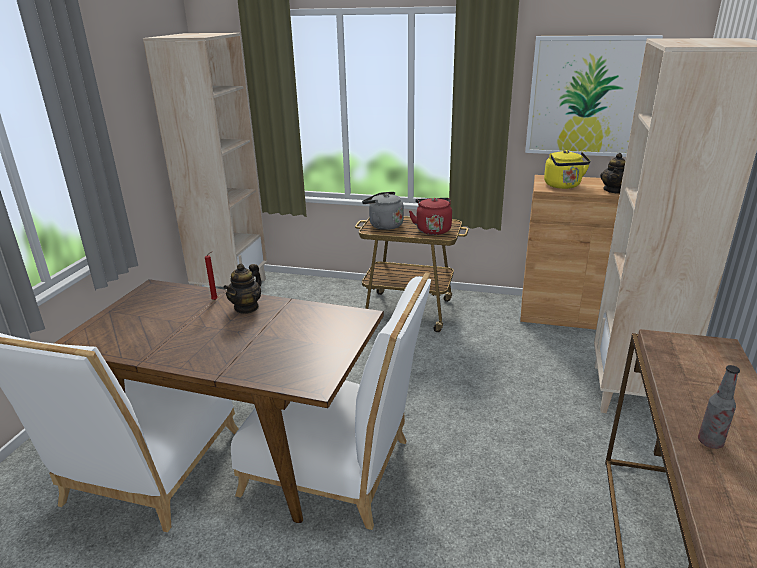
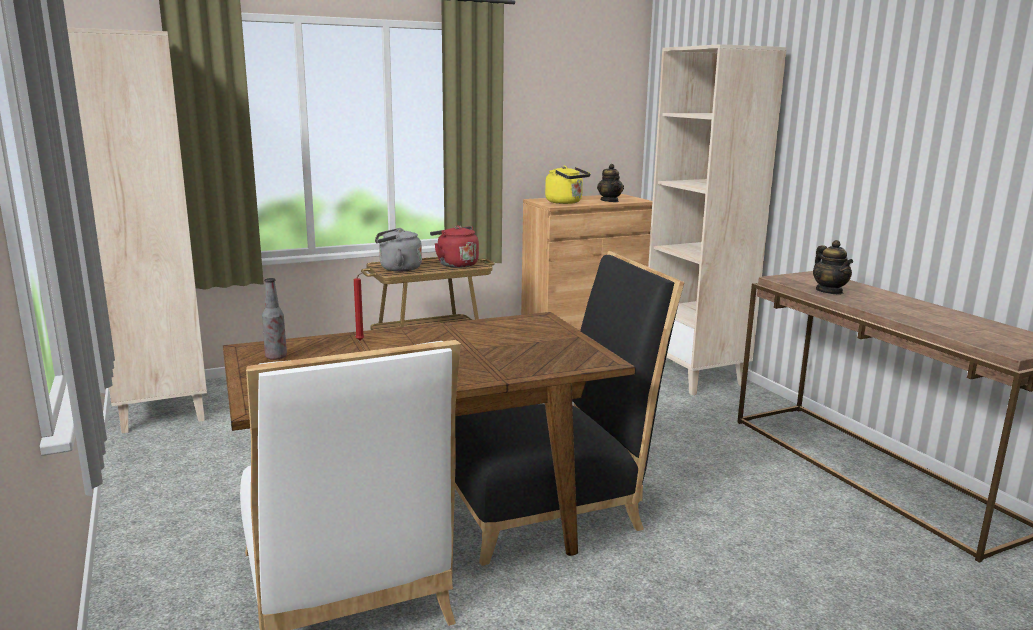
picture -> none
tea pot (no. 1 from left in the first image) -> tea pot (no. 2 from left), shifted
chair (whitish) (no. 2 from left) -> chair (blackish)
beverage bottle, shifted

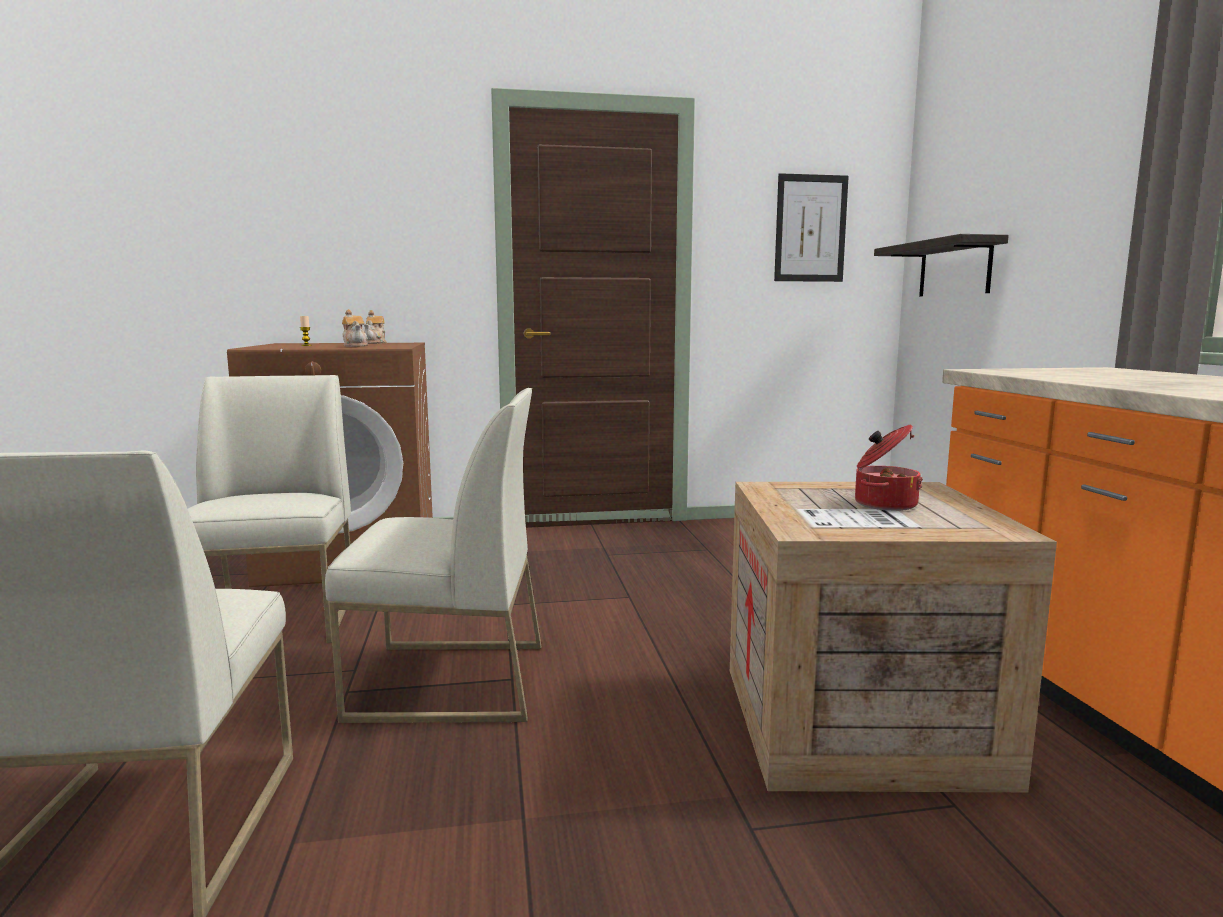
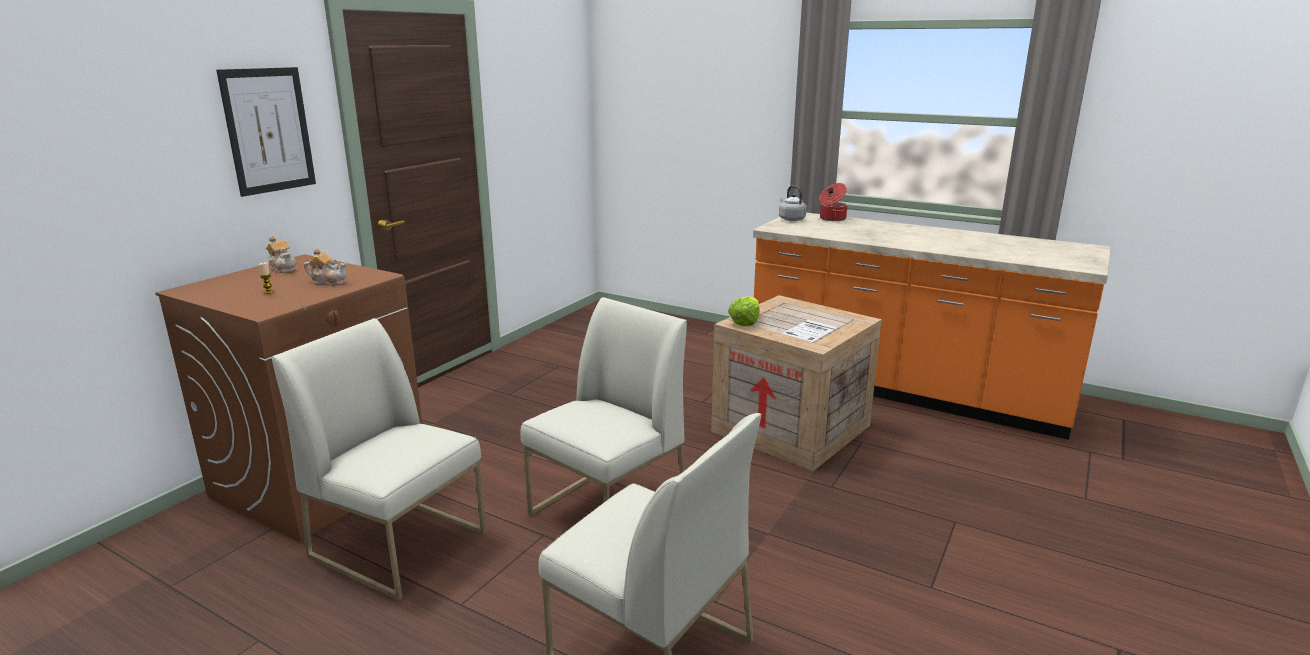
picture, shifted
bracket shelf -> none
cooking pot, shifted
none -> kettle (grey)
none -> head of lettuce

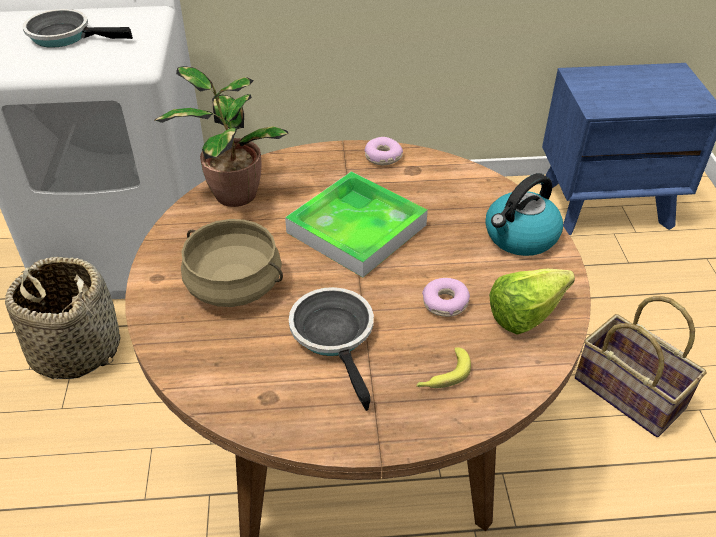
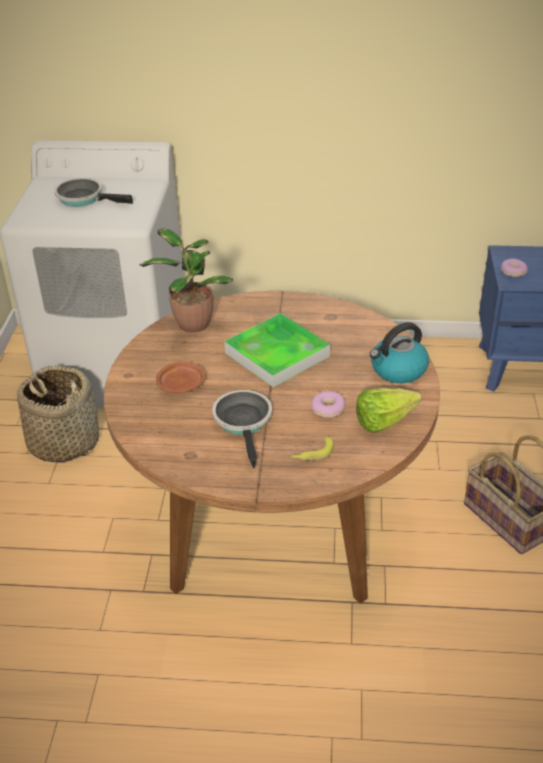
ring doughnut (no. 1 from left in the first image) -> ring doughnut (no. 2 from left), shifted
cooking pot (sand-coloured) -> flat dish (brownish)

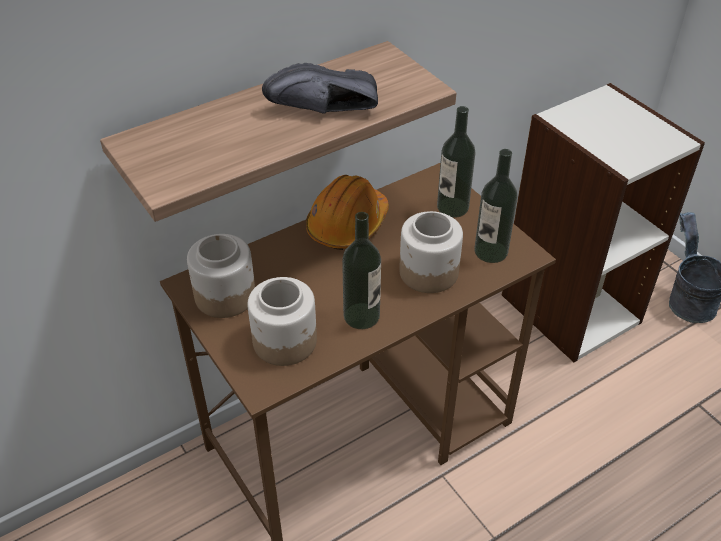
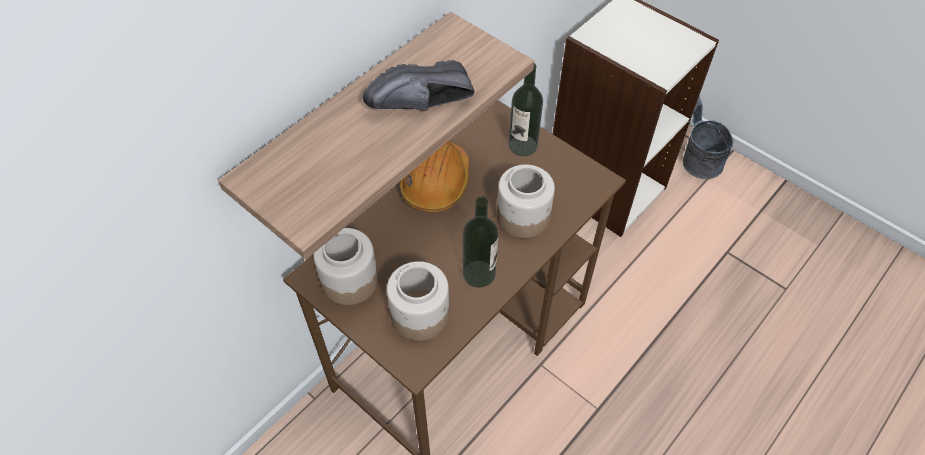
beverage bottle (no. 3 from left) -> none

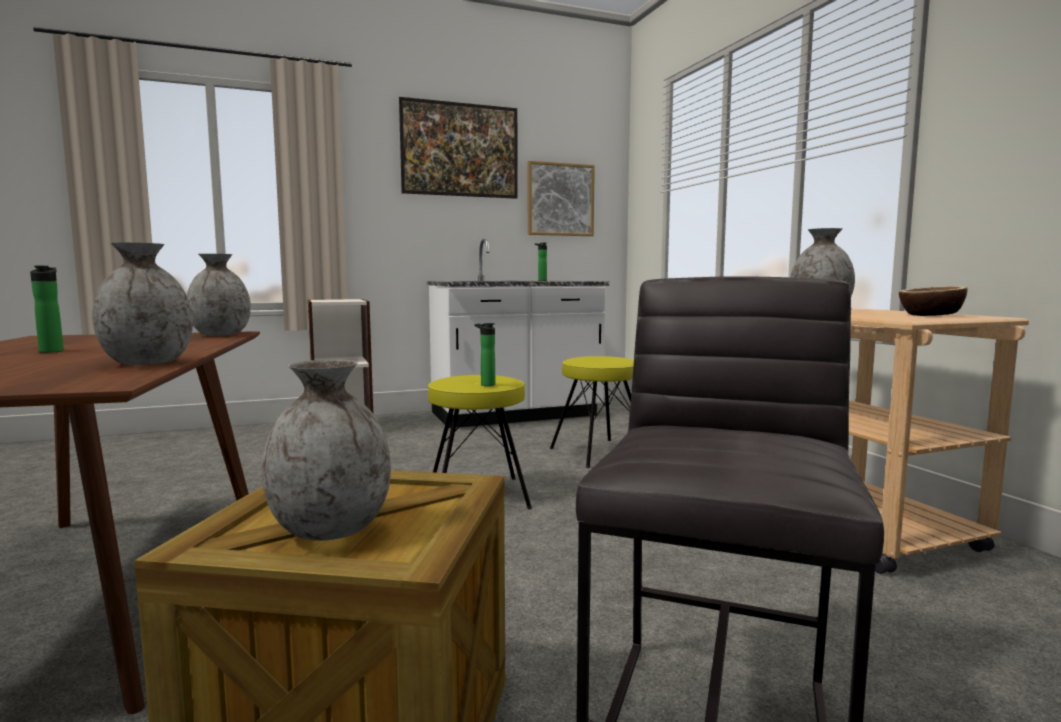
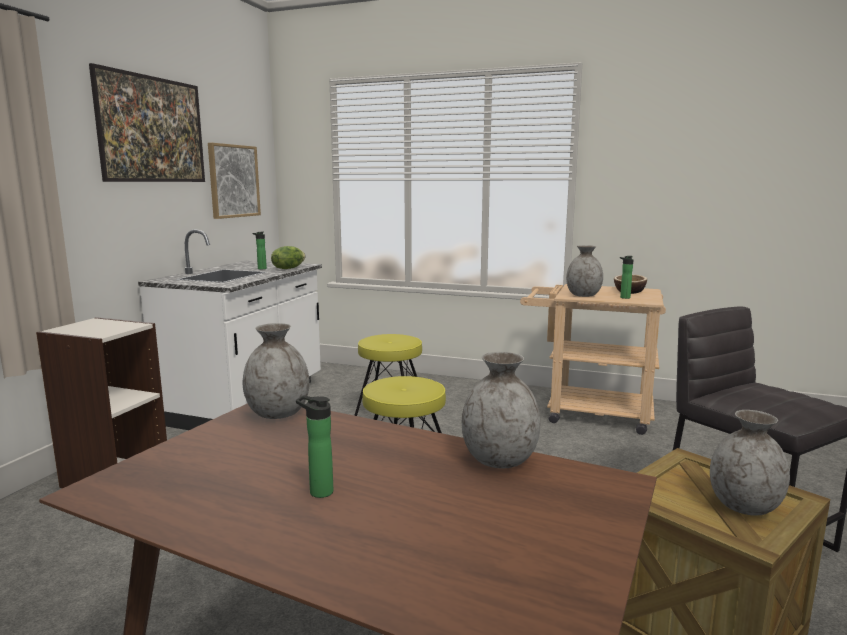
beverage bottle (no. 2 from left in the first image) -> beverage bottle (no. 3 from left), shifted
none -> head of lettuce

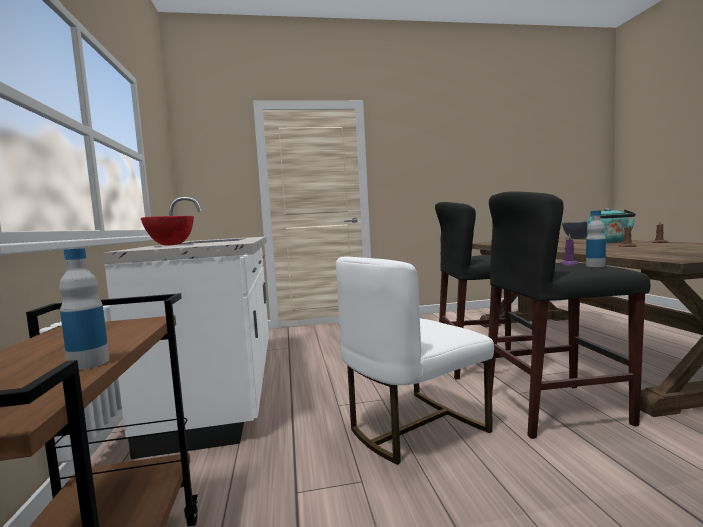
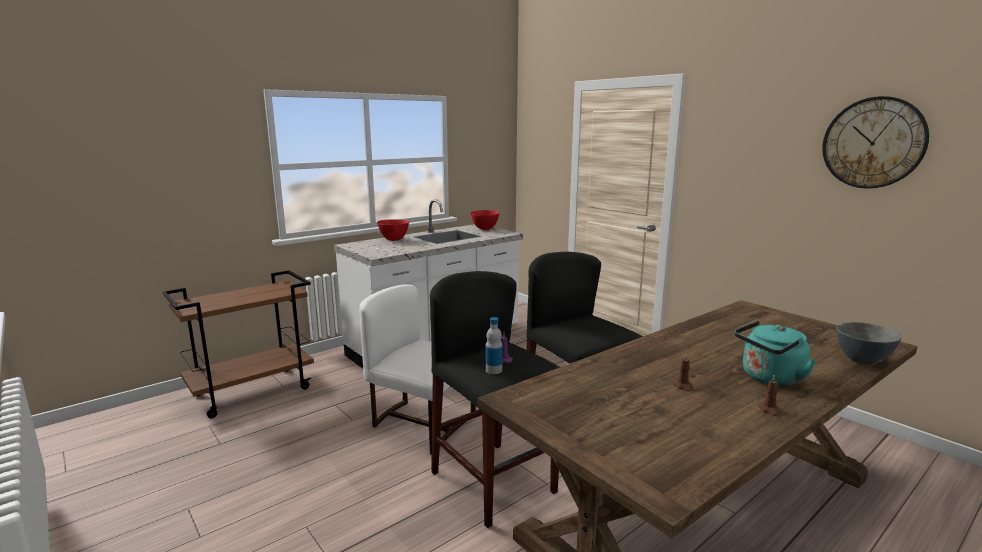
beverage bottle (no. 1 from left) -> none
none -> wall clock
none -> bowl (reddish) (no. 2 from left)

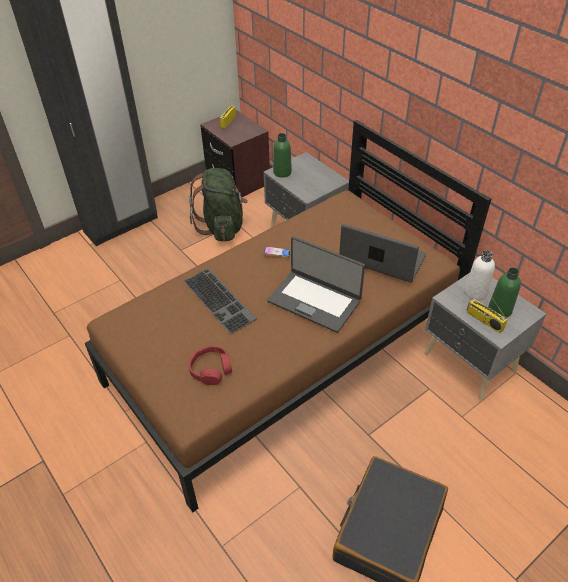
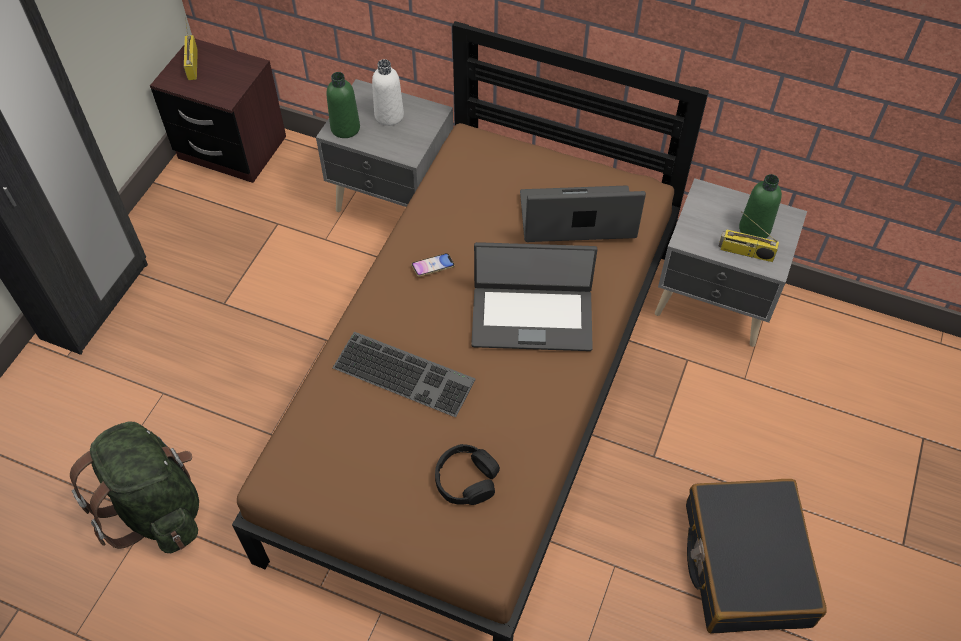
backpack (green-coloured), shifted
beverage bottle (whitish), shifted
pair of headphones (reddish) -> pair of headphones (blackish)

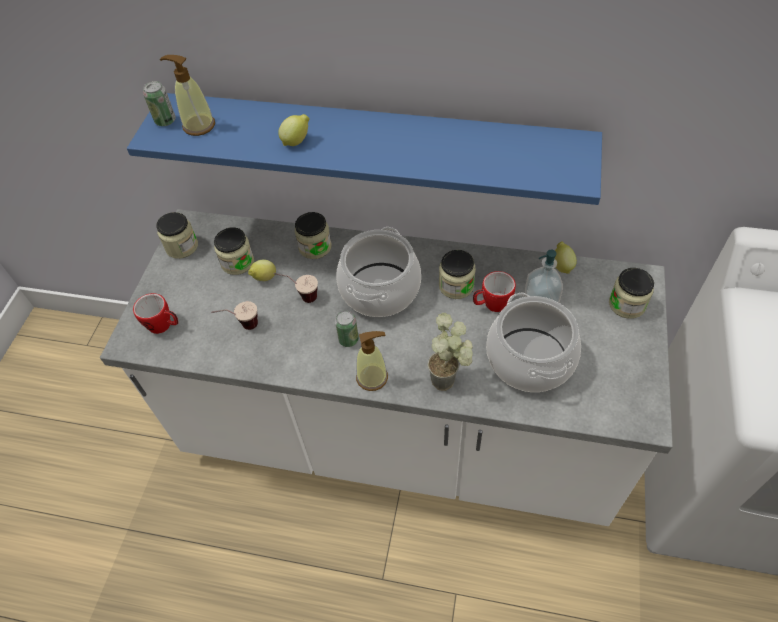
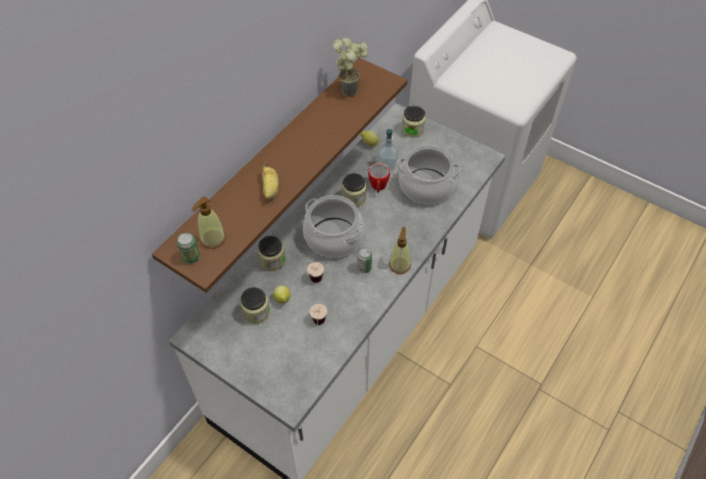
bracket shelf (blue-coloured) -> bracket shelf (brownish)
citrus fruit (no. 2 from left) -> banana fruit
storage jar (no. 1 from left) -> none
mug (no. 1 from left) -> none
houseplant, shifted

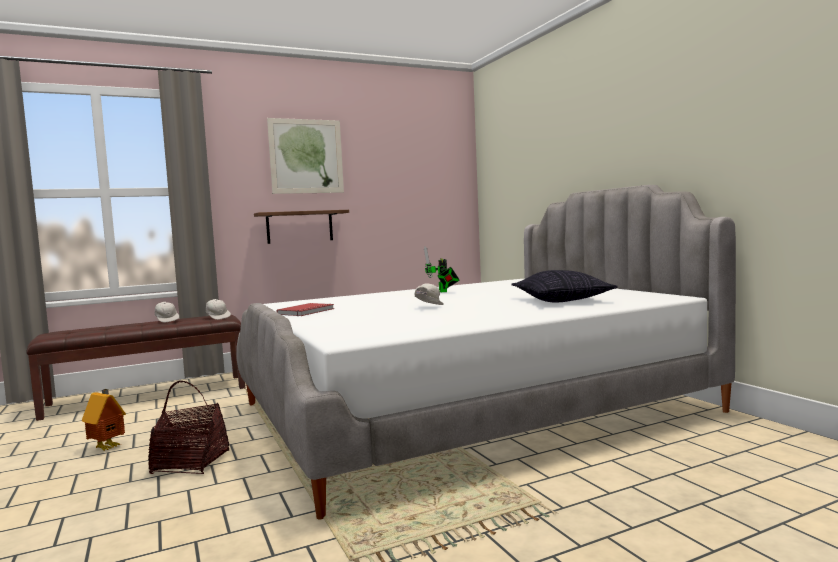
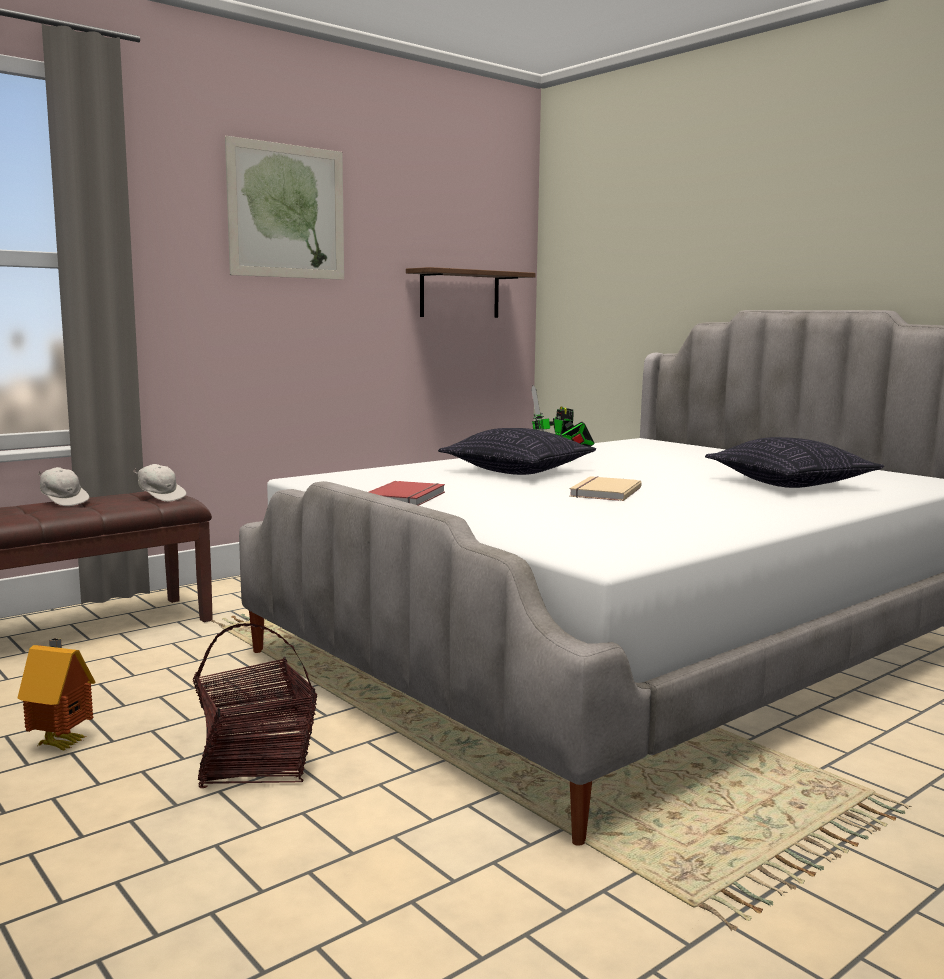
bracket shelf, shifted
cap (whitish) (no. 3 from left) -> volume (sand-coloured)
none -> throw pillow (no. 1 from left)

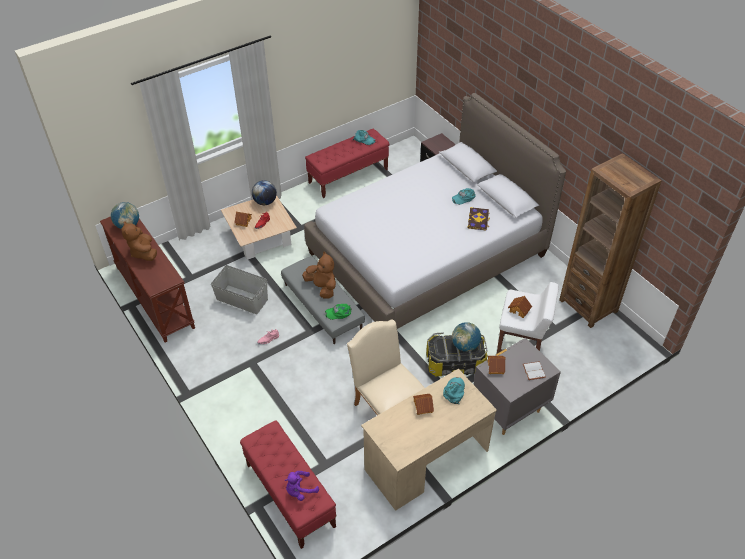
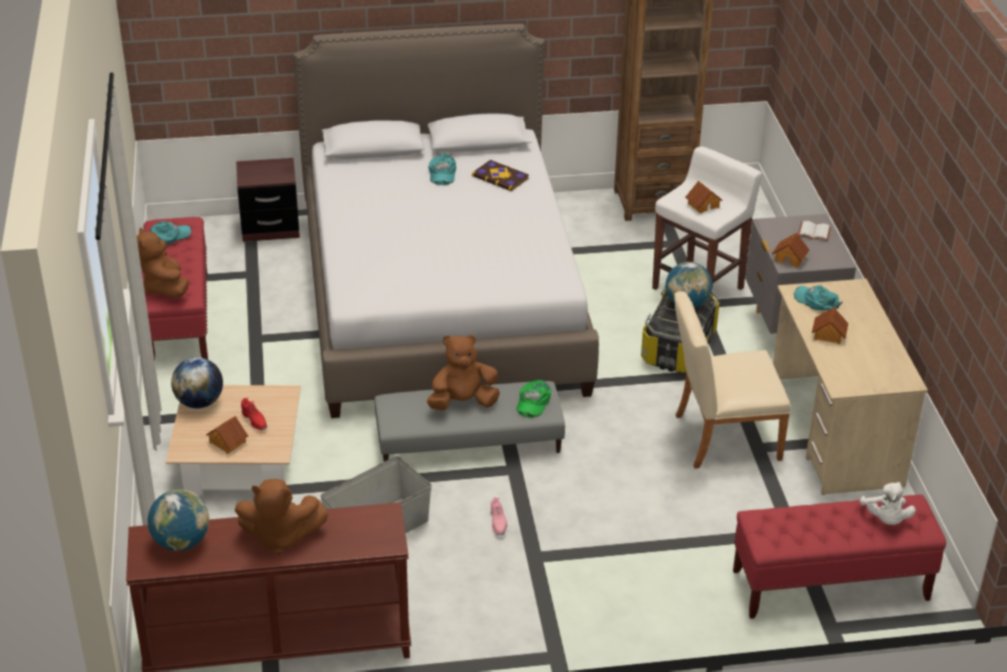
soft toy (purple) -> soft toy (whitish)
none -> soft toy (brownish) (no. 1 from left)

